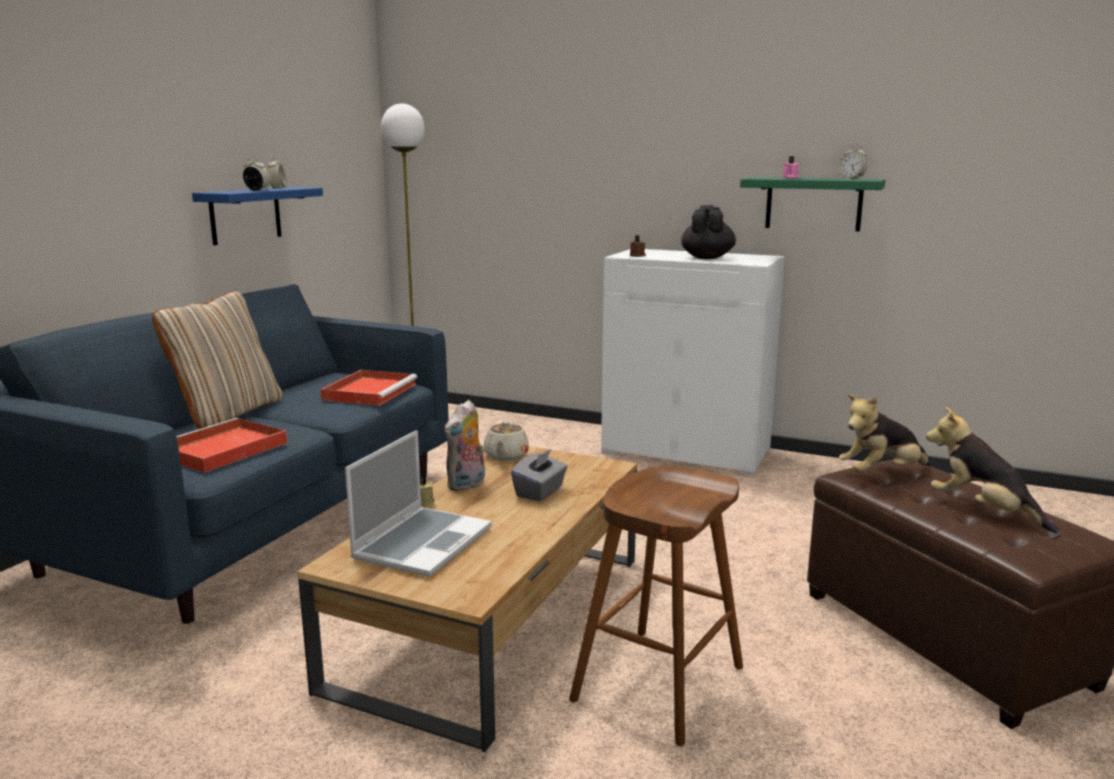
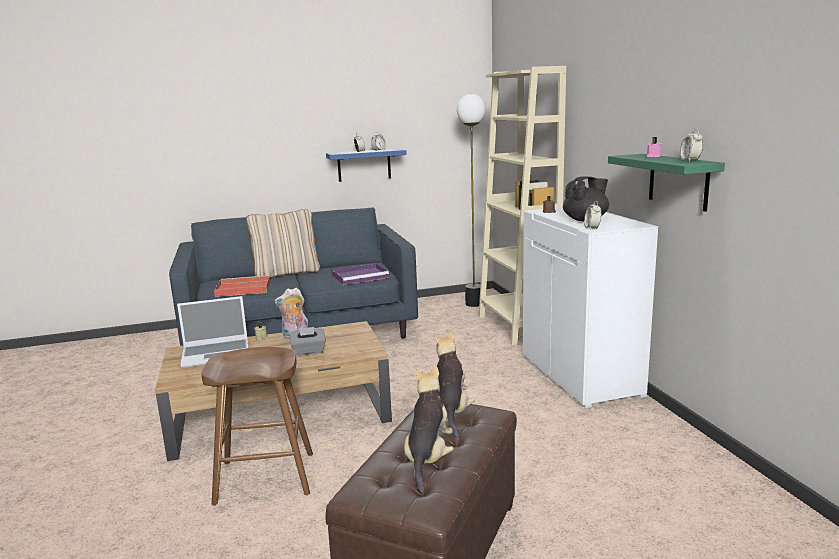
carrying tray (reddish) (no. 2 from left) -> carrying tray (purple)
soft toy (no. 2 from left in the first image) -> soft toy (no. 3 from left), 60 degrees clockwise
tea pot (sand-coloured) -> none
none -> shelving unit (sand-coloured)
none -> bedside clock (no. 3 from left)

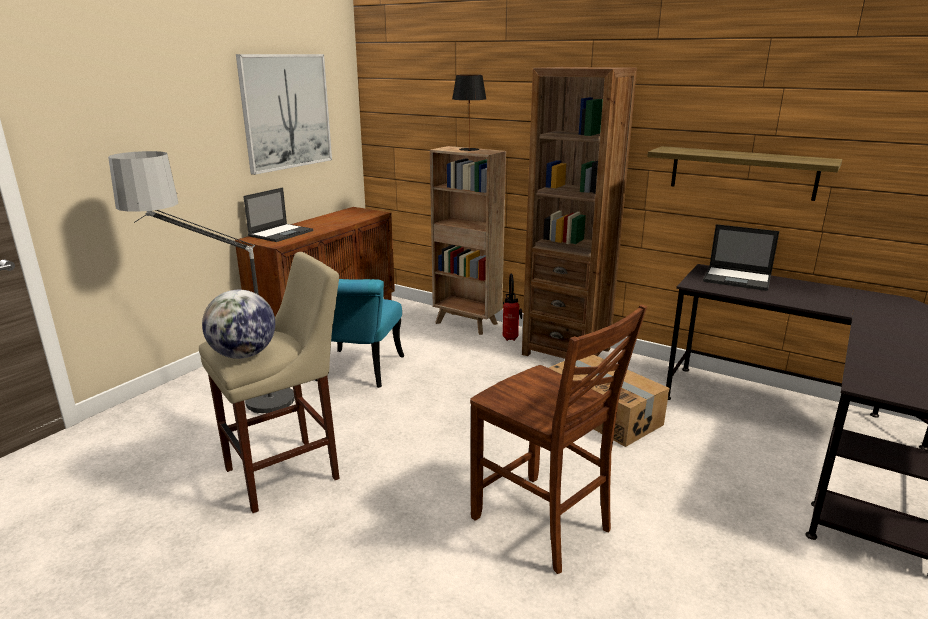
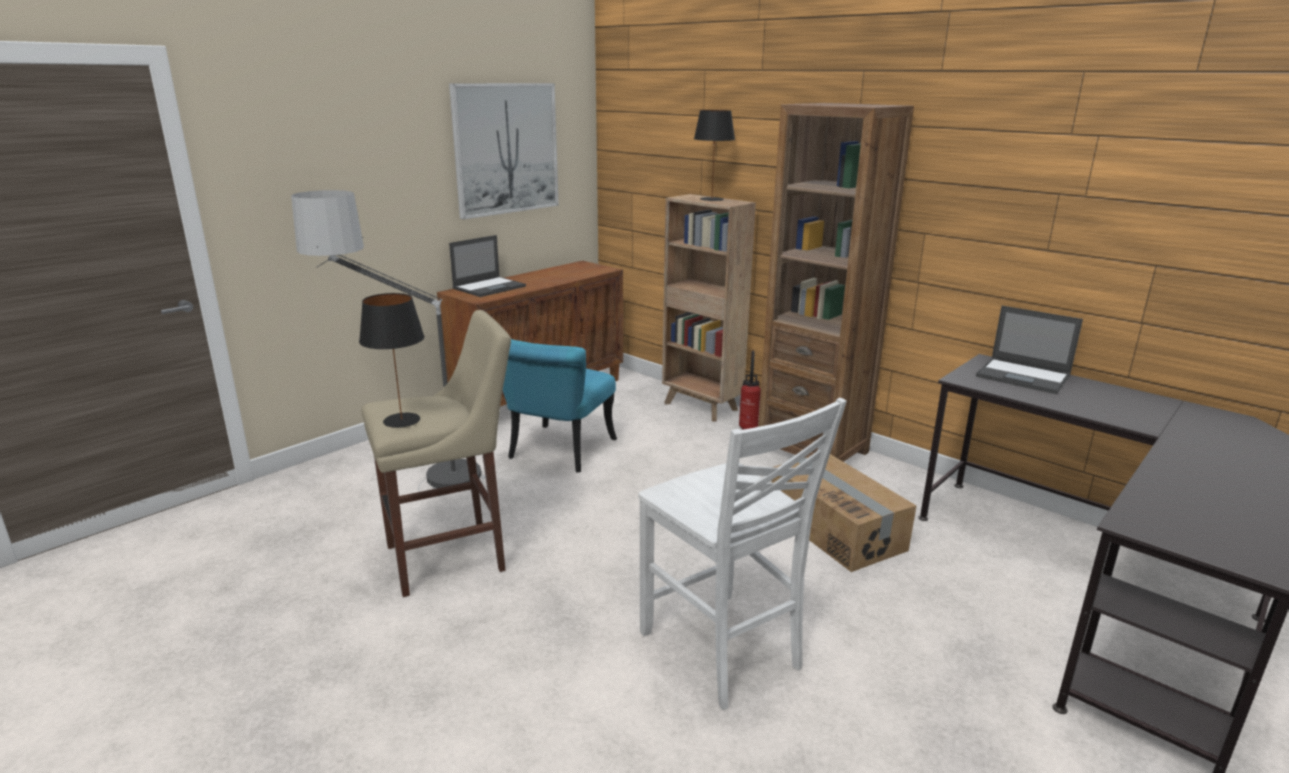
bracket shelf -> none
world globe -> table lamp (blackish) (no. 1 from left)
chair (brownish) -> chair (whitish)

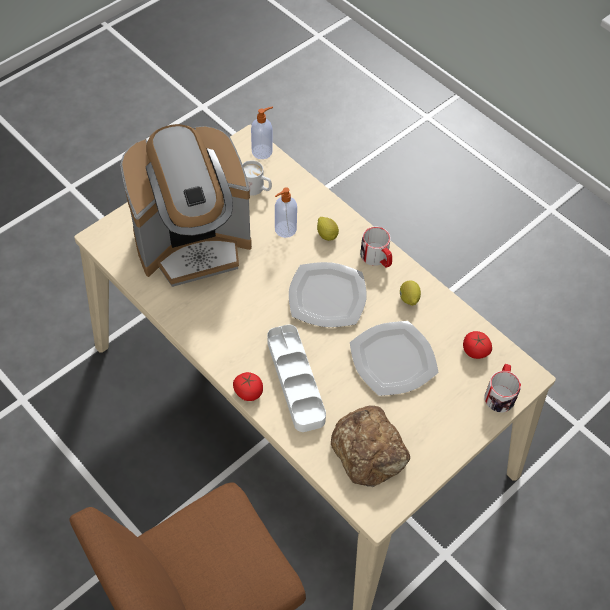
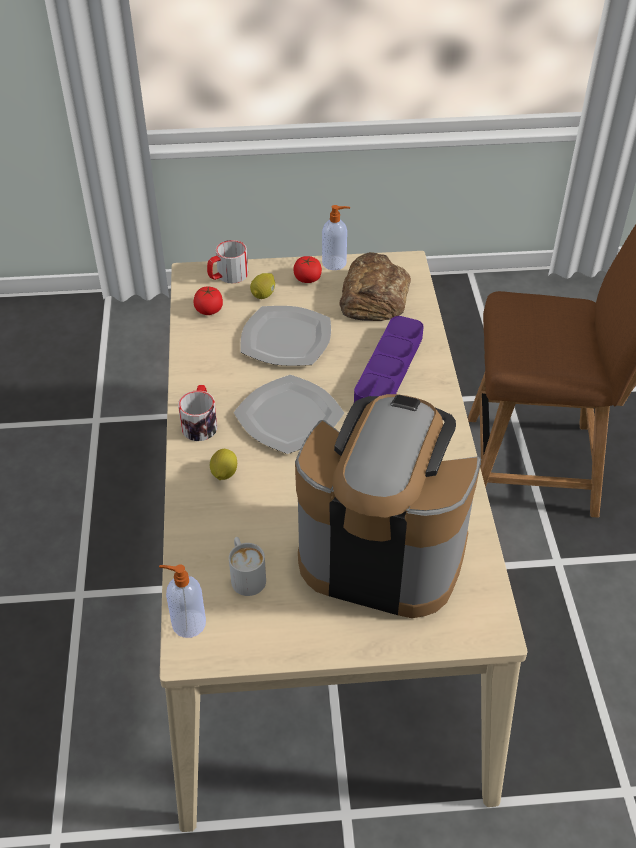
liquid soap bottle (no. 2 from left), shifted
citrus fruit (no. 2 from left), shifted
carrying tray (whitish) -> carrying tray (purple)
tomato (no. 1 from left in the first image) -> tomato (no. 2 from left), shifted

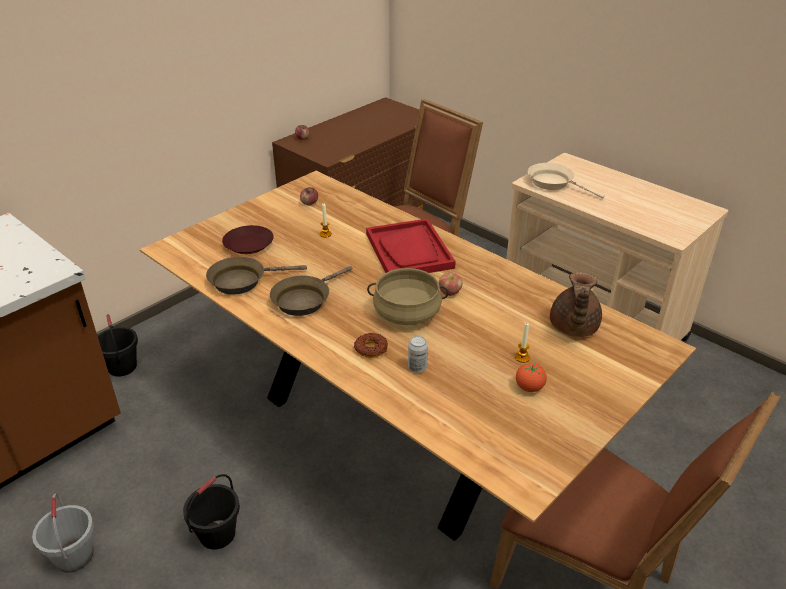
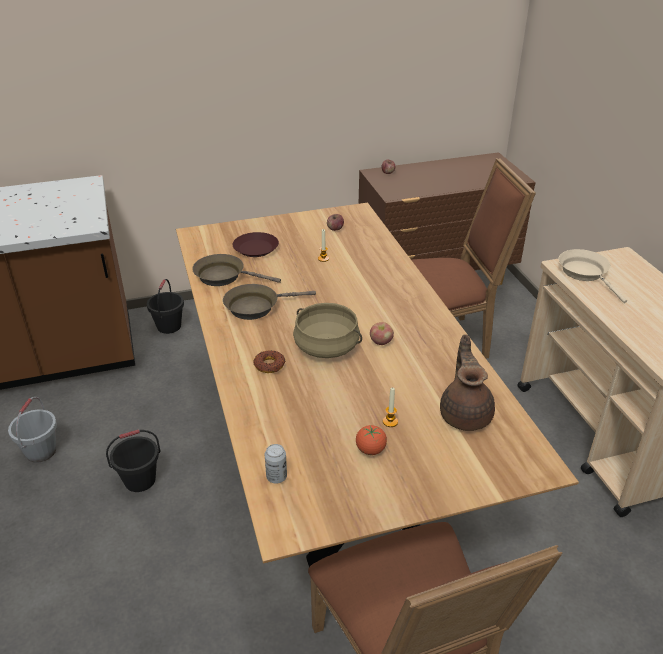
carrying tray (reddish) -> none
tea pot (brownish), 135 degrees clockwise
sealed can, shifted

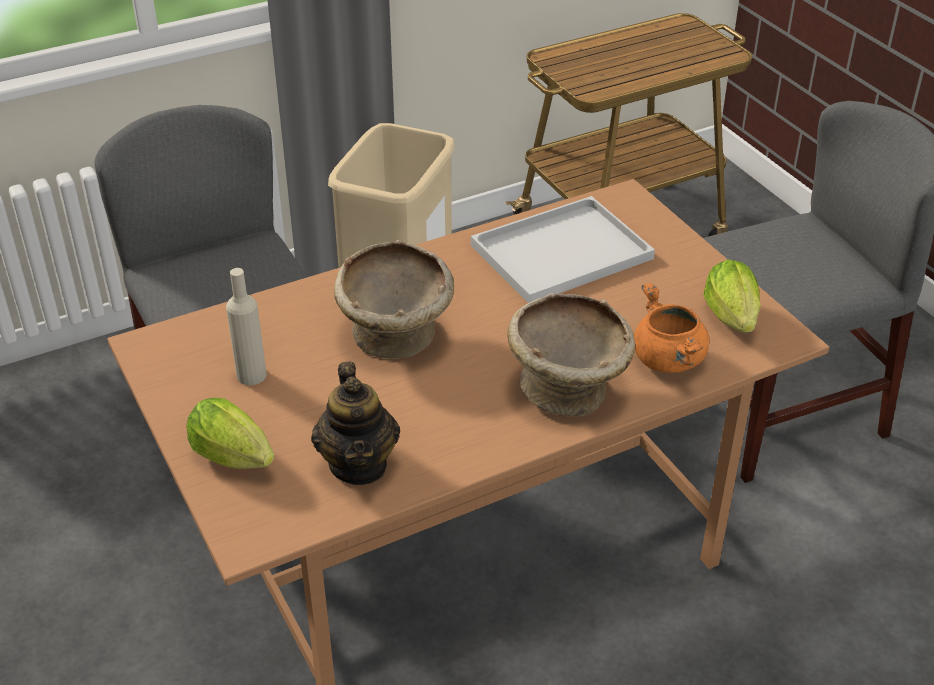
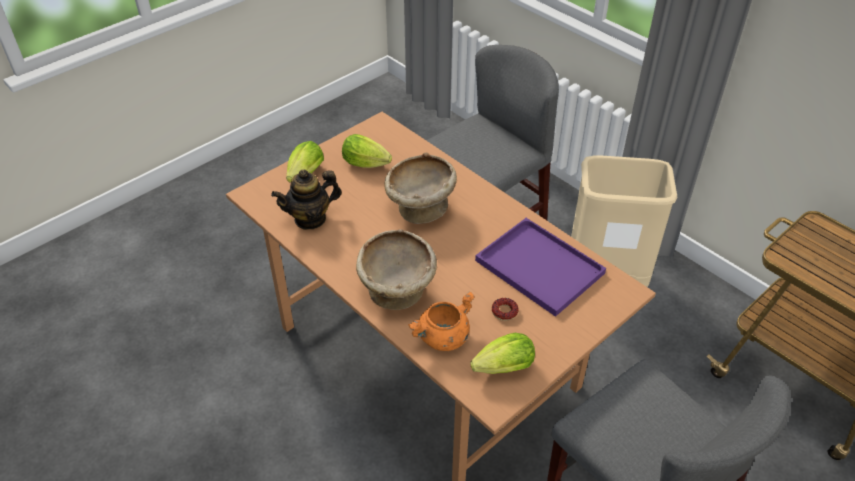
carrying tray (whitish) -> carrying tray (purple)
beverage bottle (sand-coloured) -> head of lettuce (no. 2 from left)
none -> ring doughnut

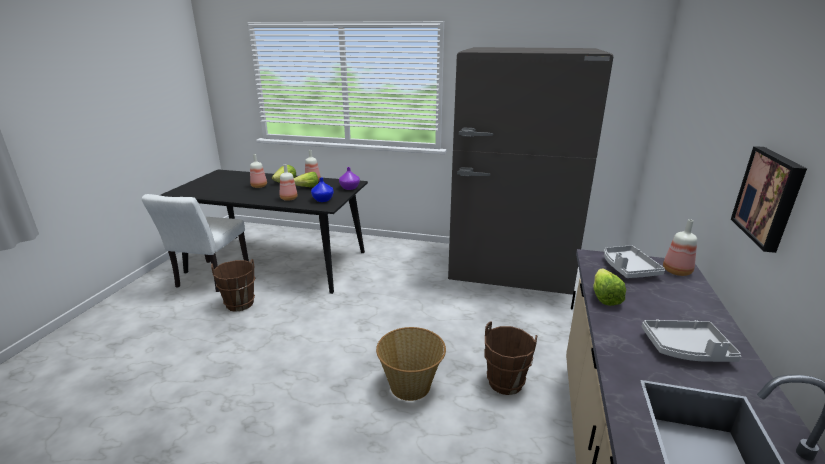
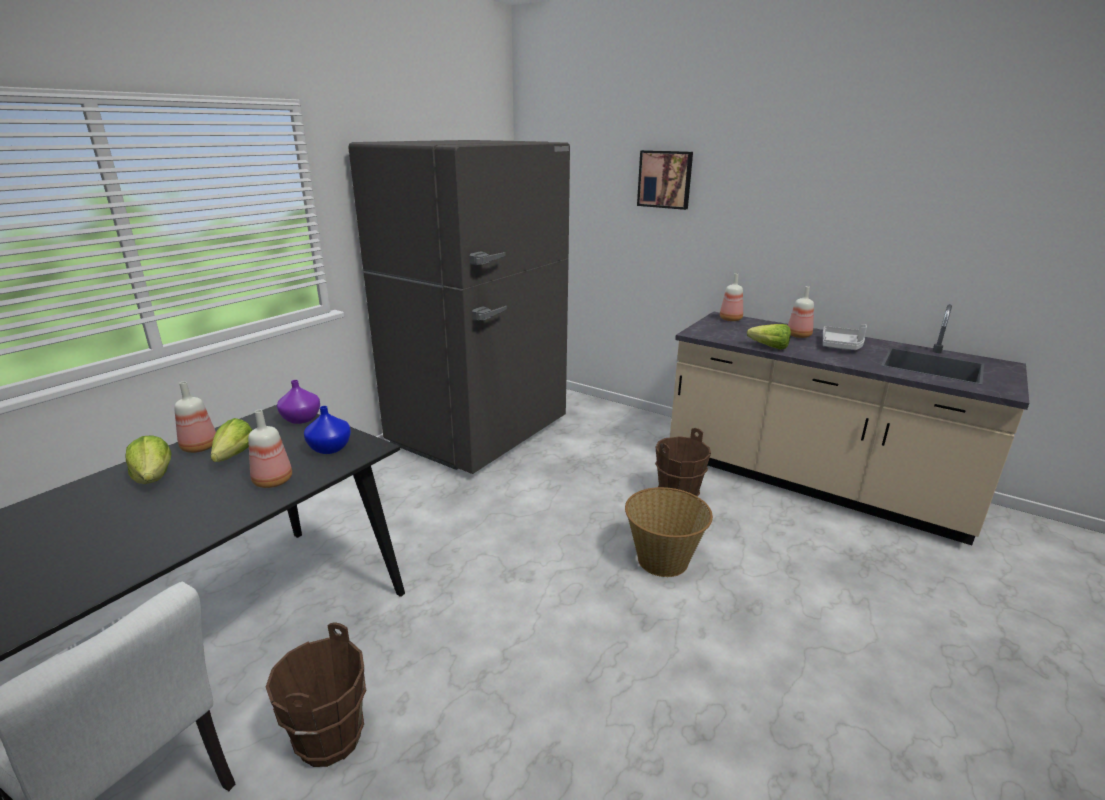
picture, shifted
beverage bottle (no. 1 from left in the first image) -> beverage bottle (no. 4 from left), shifted
carrying tray (grey) (no. 1 from left) -> none

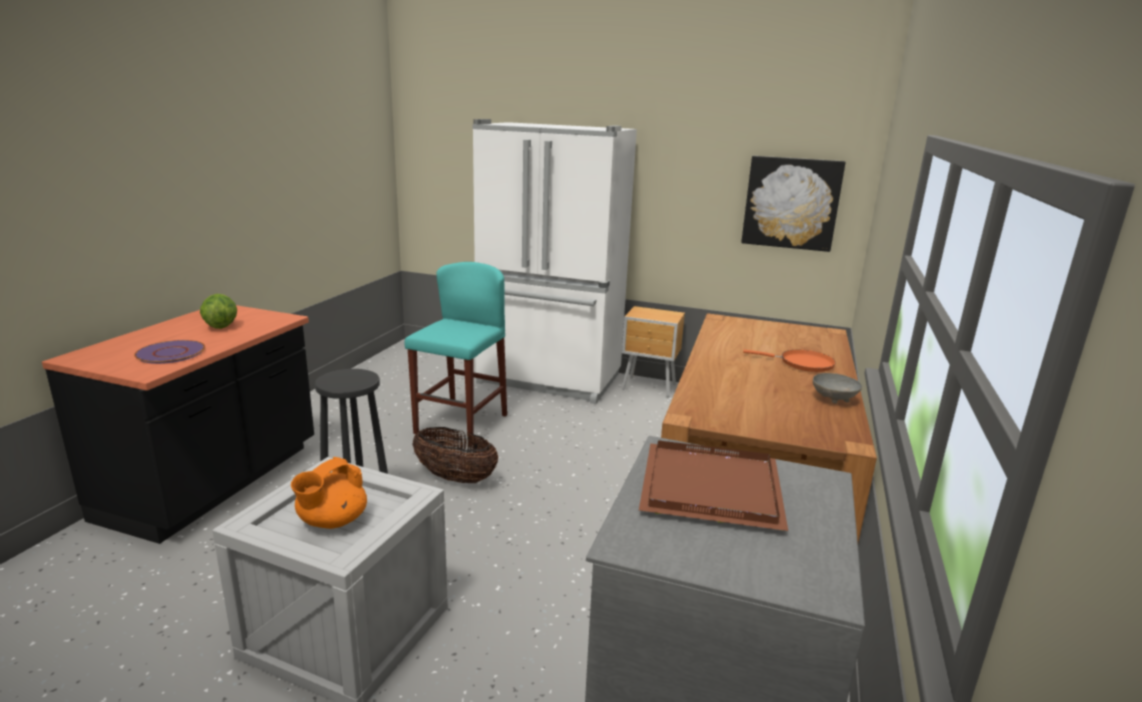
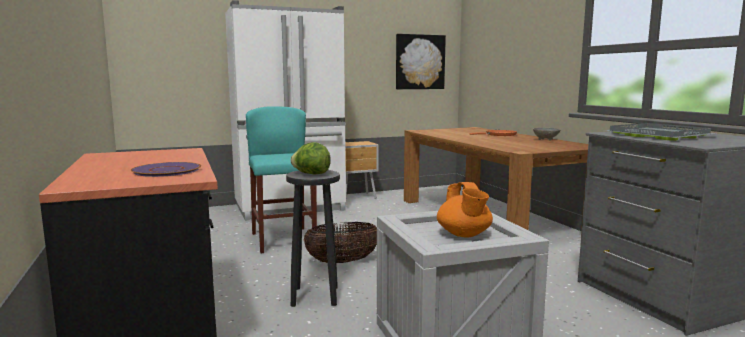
head of lettuce, shifted
carrying tray (brownish) -> carrying tray (grey)

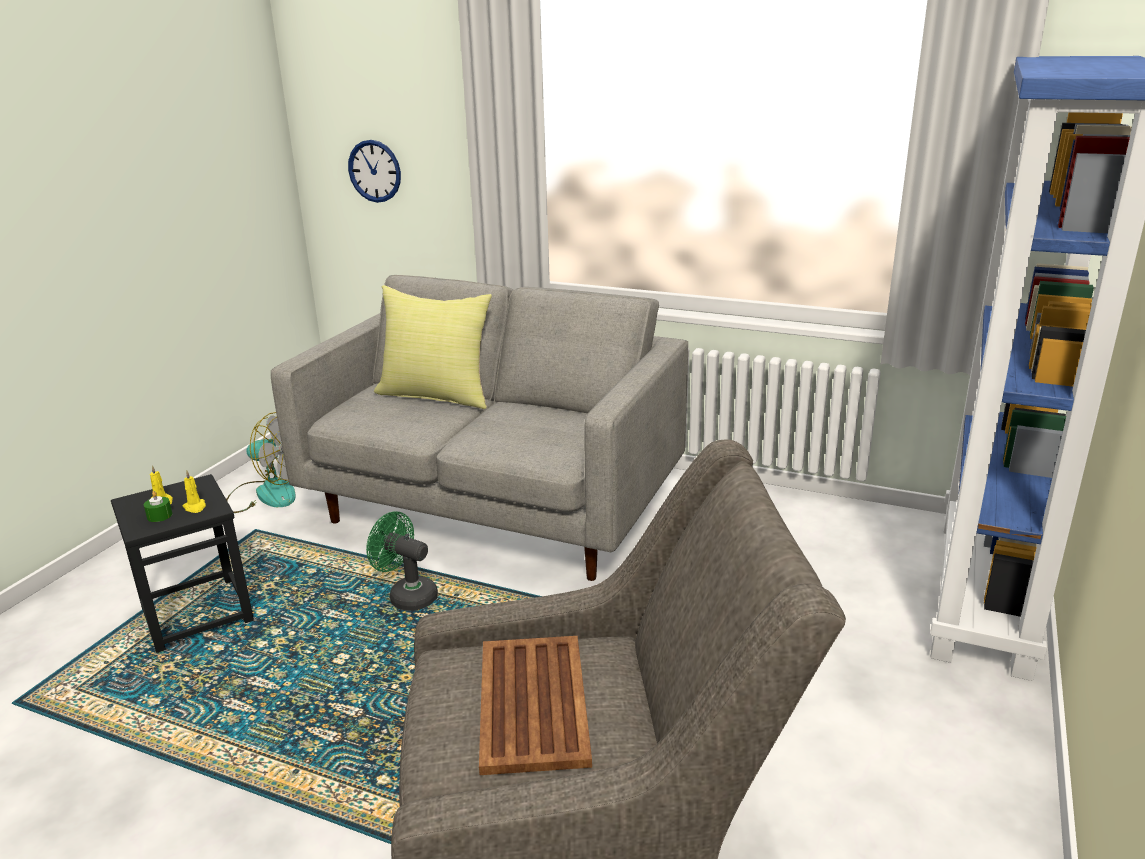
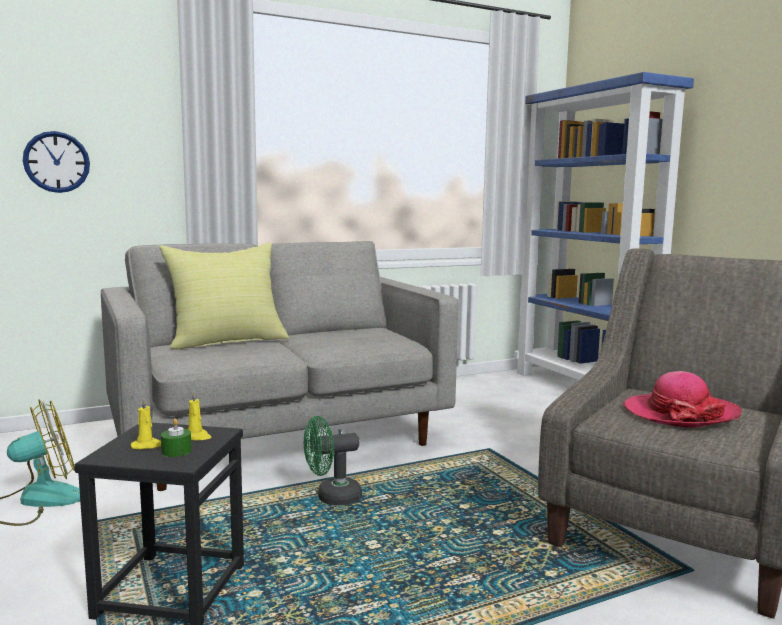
carrying tray (brownish) -> wearable hat

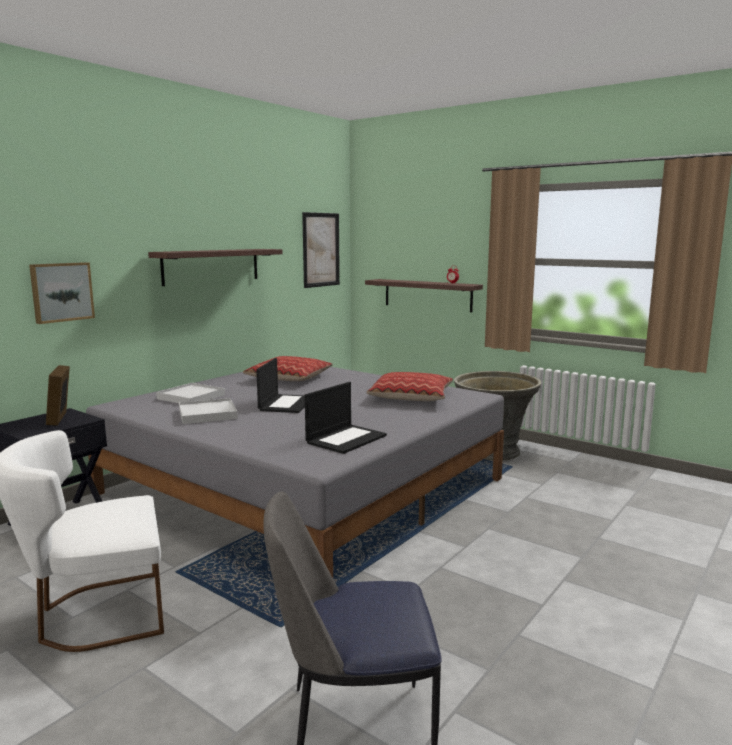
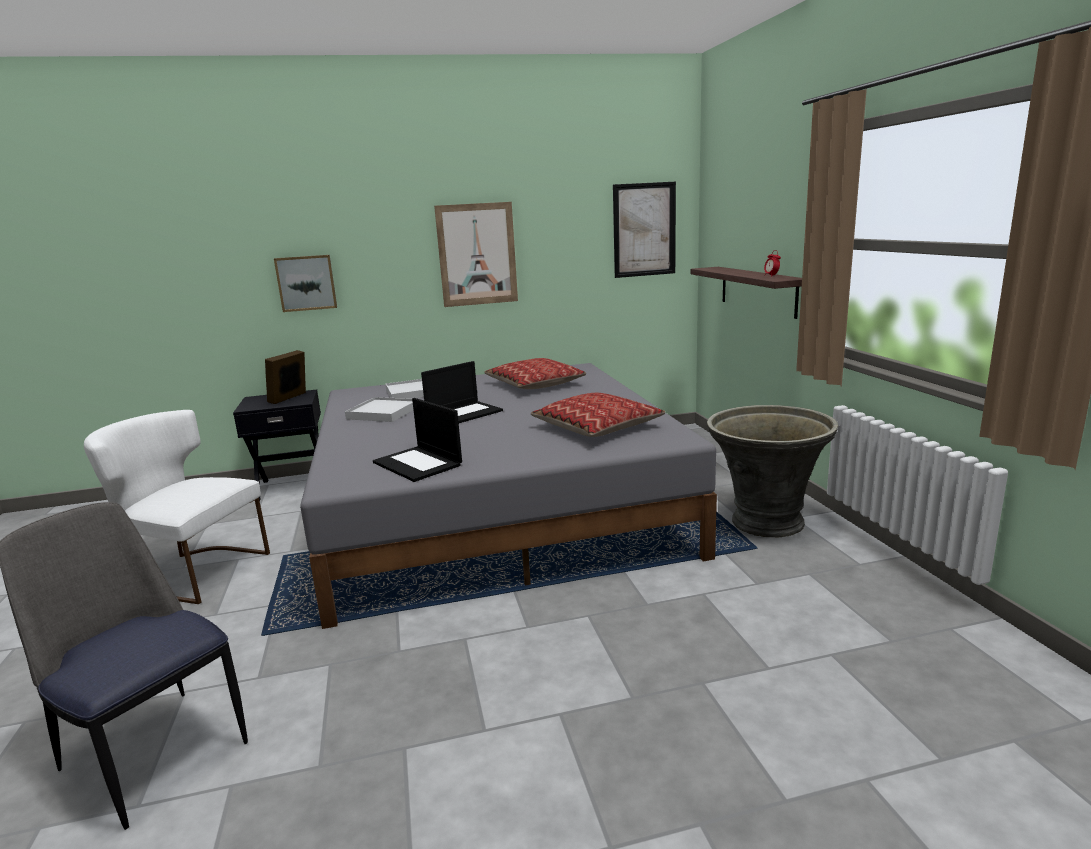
bracket shelf (no. 1 from left) -> picture (no. 2 from left)
notebook computer (no. 2 from left in the first image) -> notebook computer (no. 1 from left), 60 degrees clockwise

